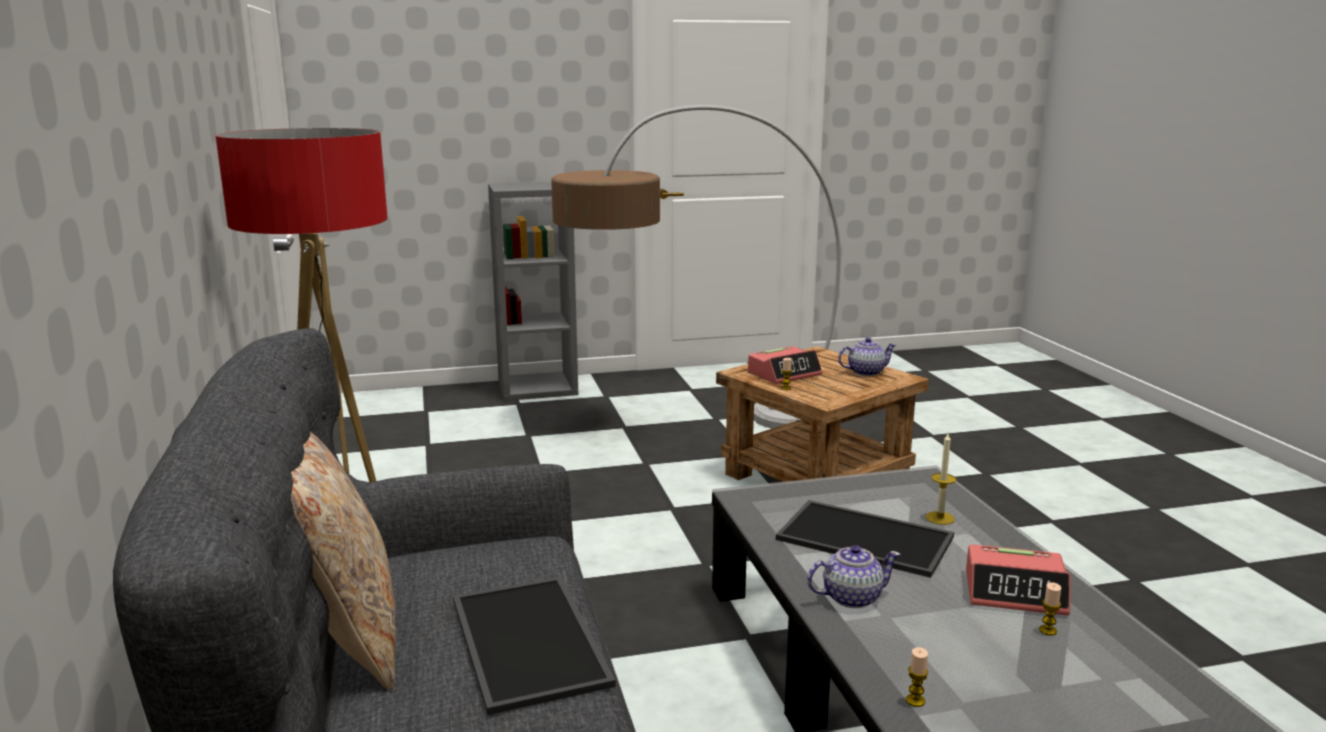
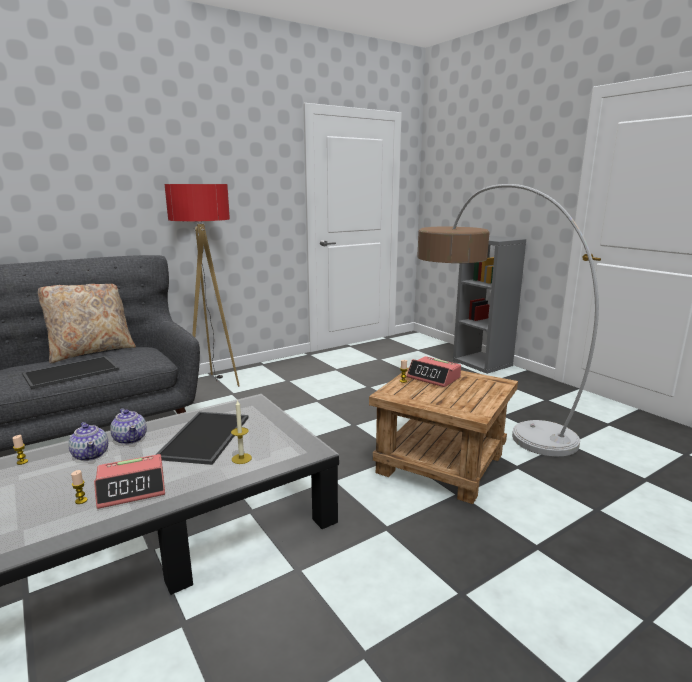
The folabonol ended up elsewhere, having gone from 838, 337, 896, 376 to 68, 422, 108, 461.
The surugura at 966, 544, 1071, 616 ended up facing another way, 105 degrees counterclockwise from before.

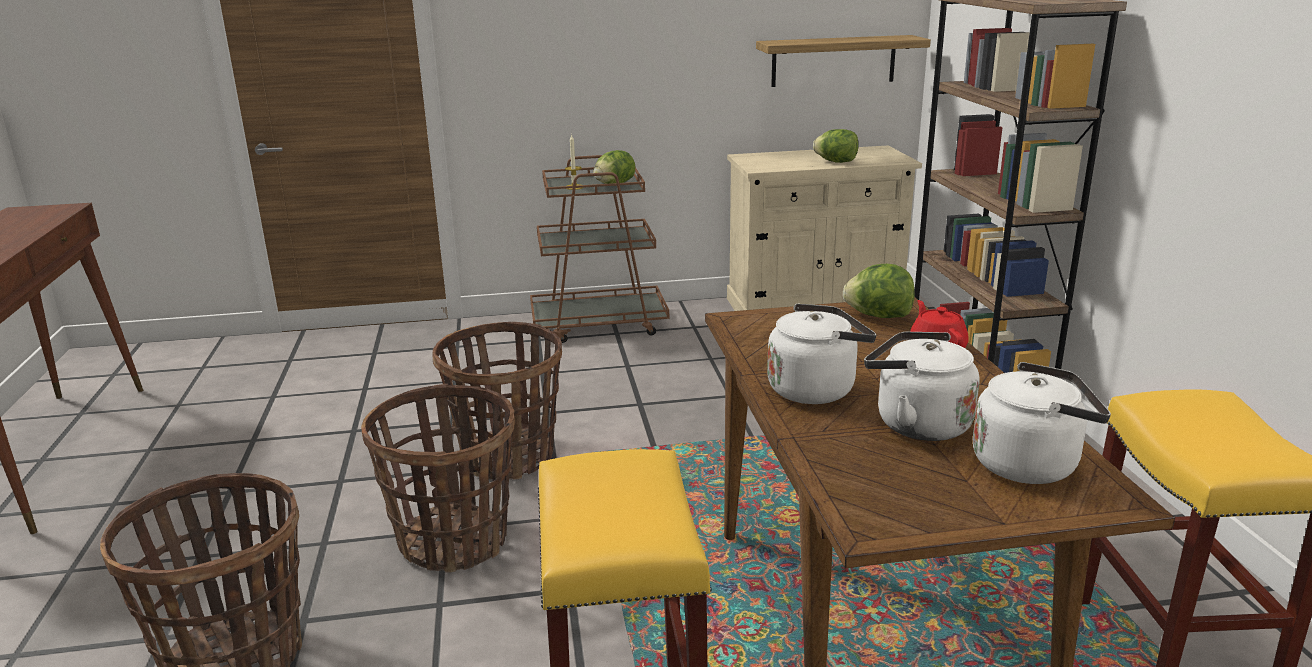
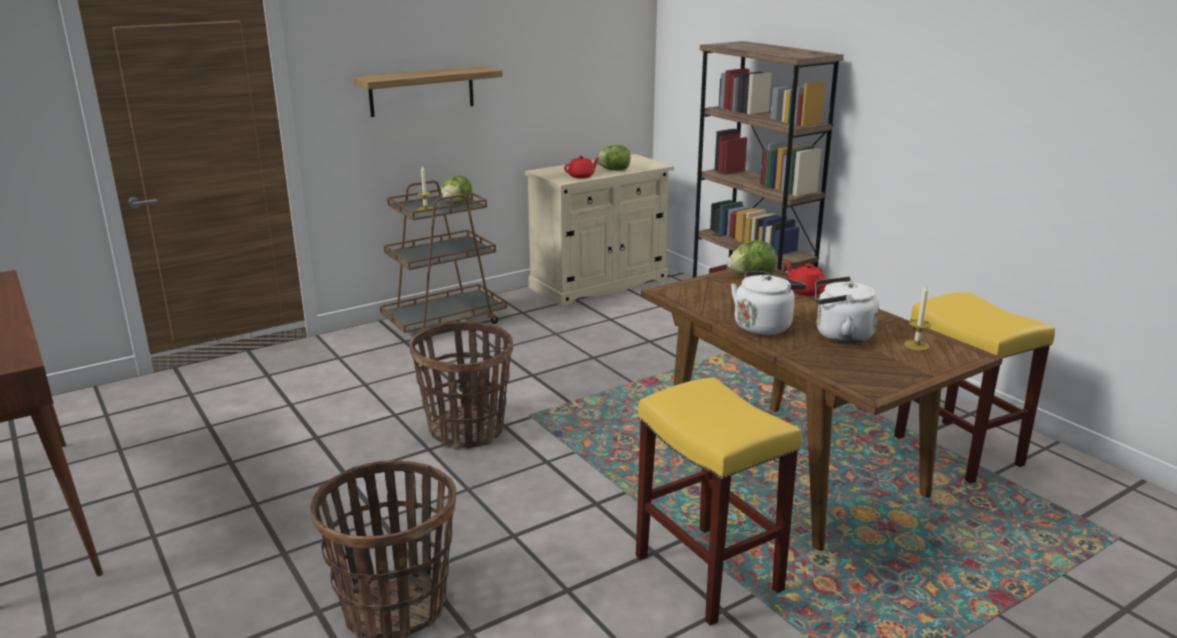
The second view lost the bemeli at 361, 384, 515, 572.
The second view gained the red folabonol at 564, 156, 600, 178.
The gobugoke ended up elsewhere, having gone from 756, 35, 931, 87 to 353, 66, 503, 117.
Where the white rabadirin stood at 973, 362, 1111, 484, the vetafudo came to stand at 904, 286, 931, 351.

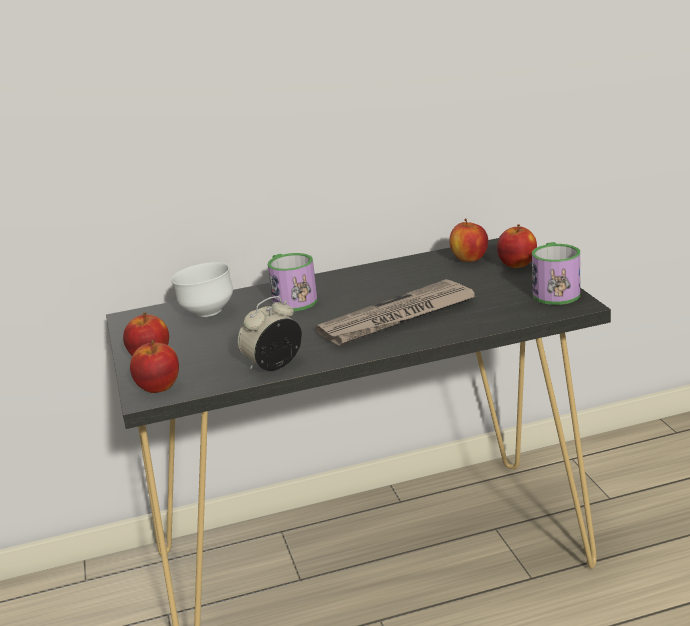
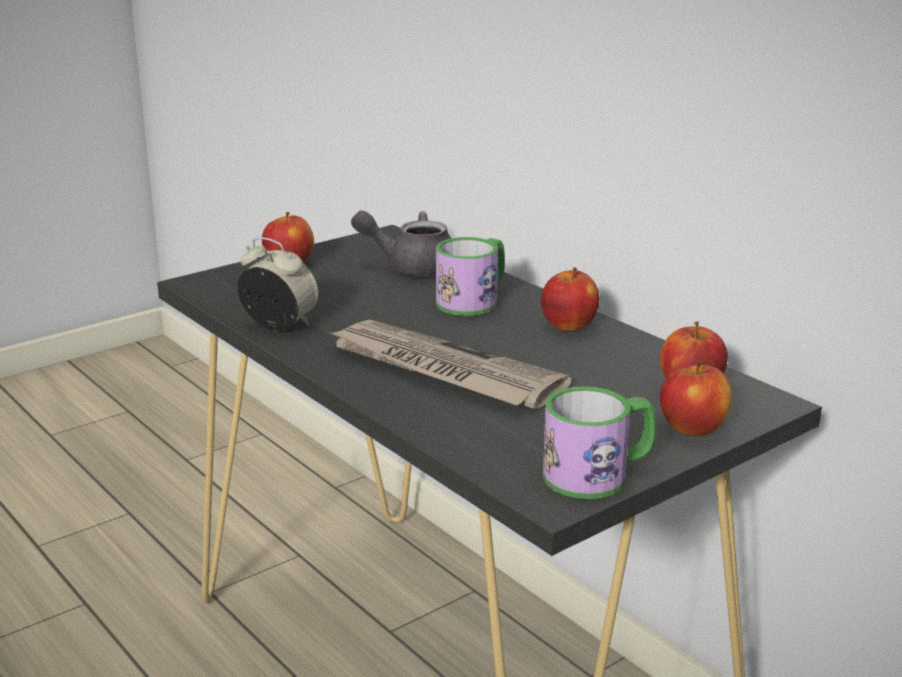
The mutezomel ended up elsewhere, having gone from 130, 340, 179, 393 to 541, 267, 600, 331.
Where the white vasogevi stood at 171, 262, 233, 317, the grey folabonol came to stand at 351, 210, 451, 276.

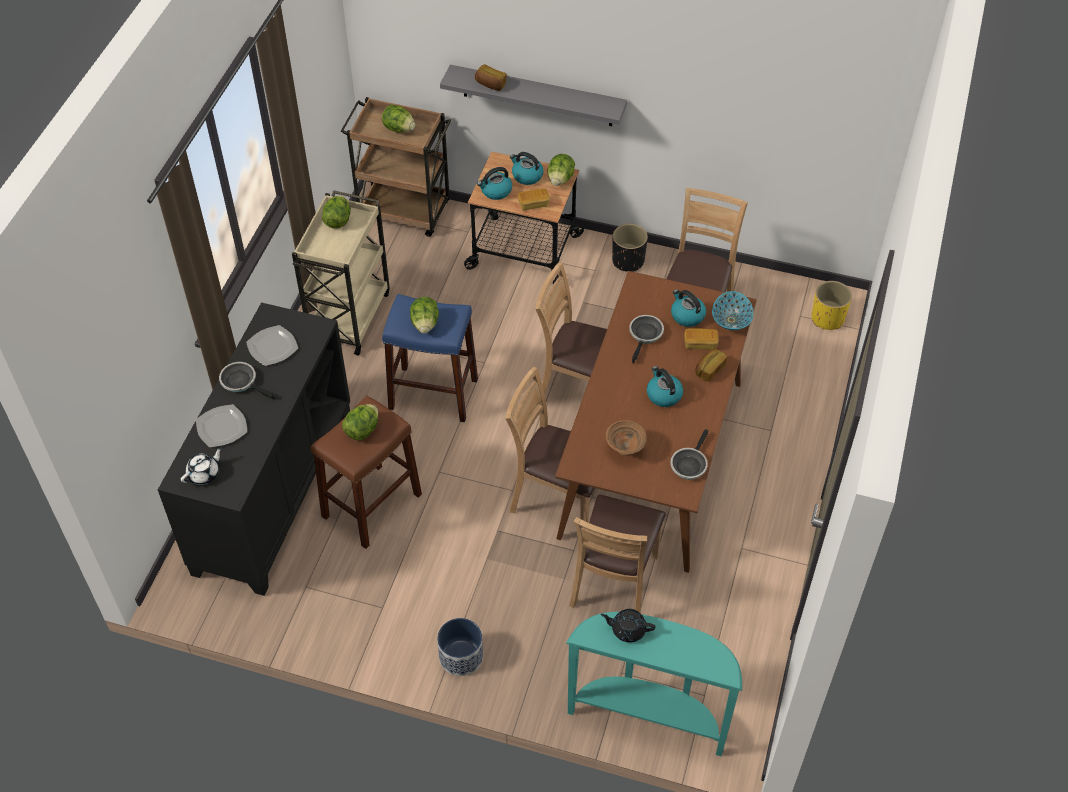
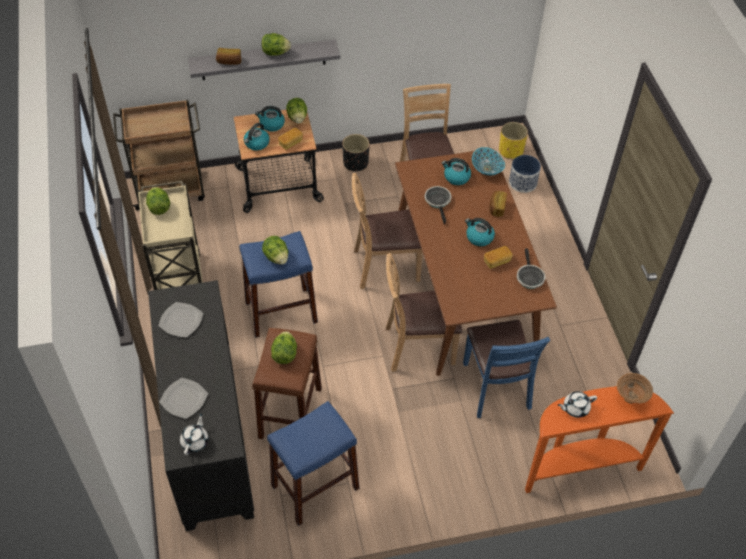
The second view lost the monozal at 219, 362, 275, 399.
The second view gained the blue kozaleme at 267, 401, 360, 526.
The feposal ended up elsewhere, having gone from 382, 105, 415, 133 to 261, 33, 291, 55.
The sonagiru ended up elsewhere, having gone from 437, 618, 483, 676 to 509, 155, 541, 193.
The brown vasogevi ended up elsewhere, having gone from 606, 420, 647, 456 to 617, 373, 653, 404.
The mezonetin ended up elsewhere, having gone from 685, 328, 719, 350 to 484, 246, 513, 269.
What was the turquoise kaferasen at 566, 612, 742, 756 turned into the orange kaferasen at 525, 386, 674, 493.
What was the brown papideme at 569, 494, 665, 613 turned into the blue papideme at 463, 320, 550, 418.
What was the black folabonol at 601, 609, 655, 643 turned into the white folabonol at 558, 391, 597, 418.

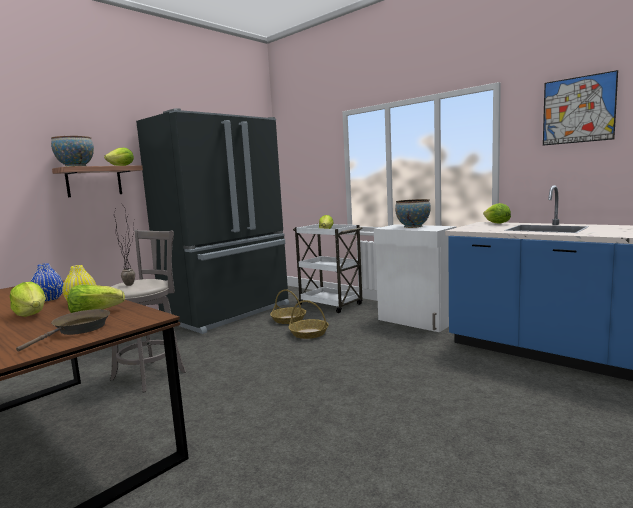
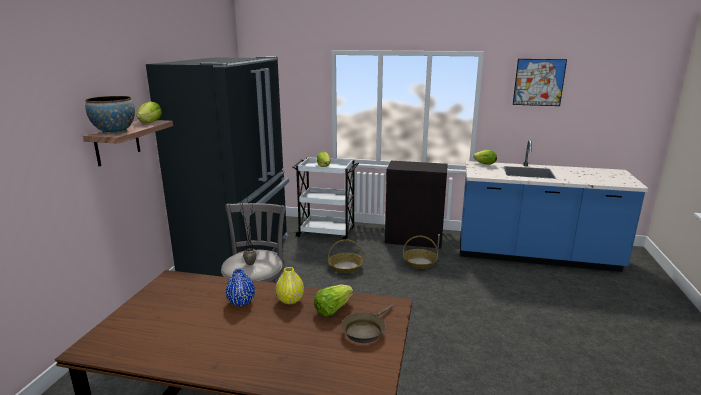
The second view lost the feposal at 10, 282, 46, 317.
The second view lost the vasogevi at 395, 199, 431, 228.
The bemeli ended up elsewhere, having gone from 270, 289, 306, 324 to 403, 236, 438, 269.
What was the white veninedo at 374, 224, 456, 332 turned into the black veninedo at 385, 161, 448, 249.
The brown monozal at 16, 309, 110, 352 ended up facing another way, 135 degrees counterclockwise from before.

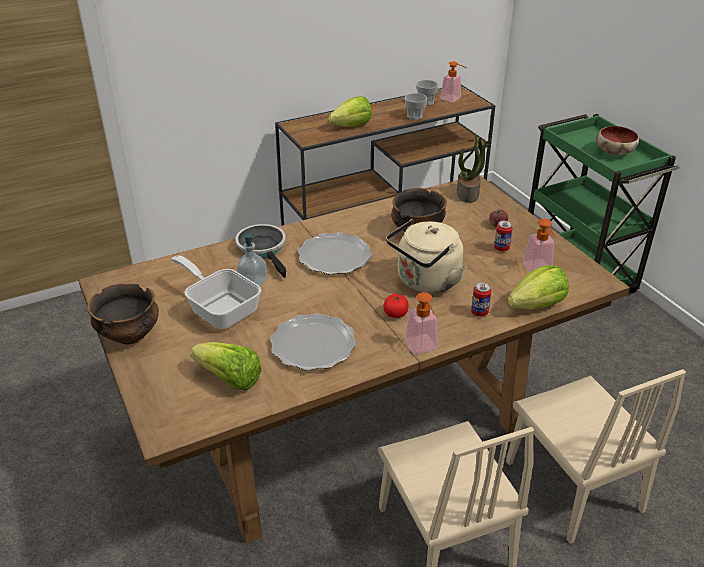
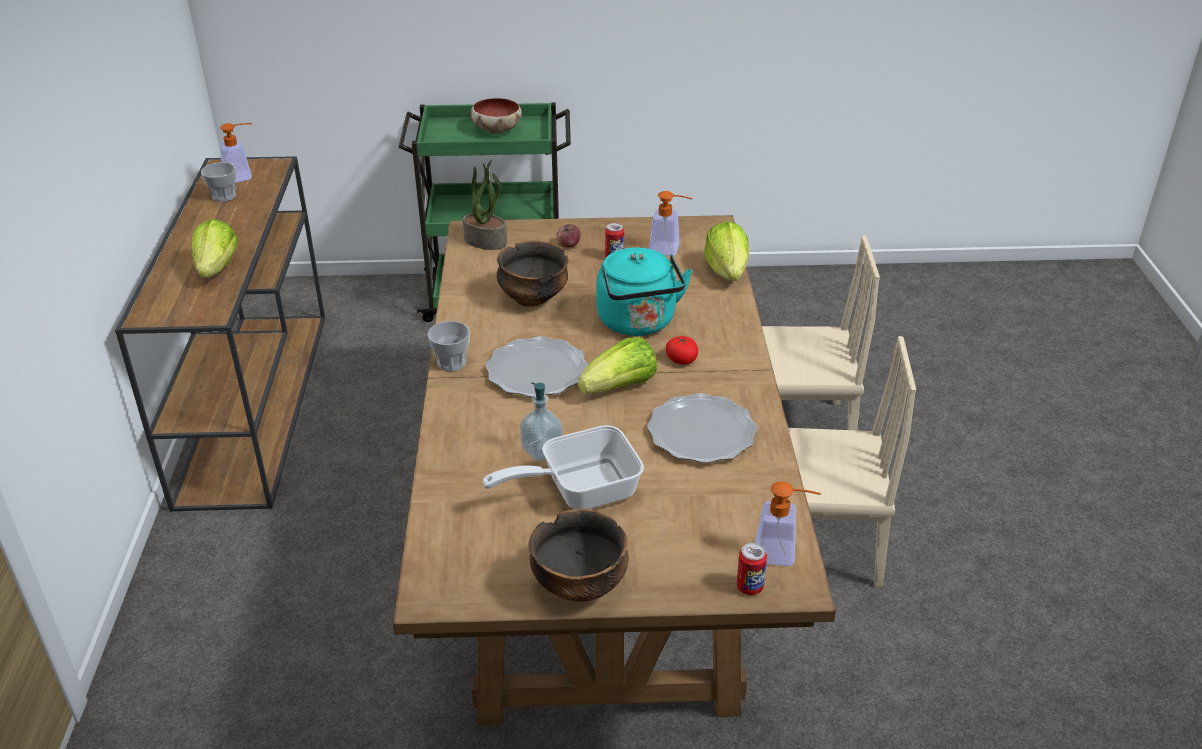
The second view lost the monozal at 235, 224, 286, 278.
The feposal ended up elsewhere, having gone from 190, 342, 262, 390 to 578, 337, 657, 394.
The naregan ended up elsewhere, having gone from 405, 93, 427, 120 to 427, 321, 470, 371.
The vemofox ended up elsewhere, having gone from 405, 292, 437, 354 to 756, 482, 821, 566.
The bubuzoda ended up elsewhere, having gone from 471, 282, 491, 317 to 736, 543, 767, 595.
What was the beige rabadirin at 386, 219, 466, 293 turned into the turquoise rabadirin at 596, 247, 692, 336.

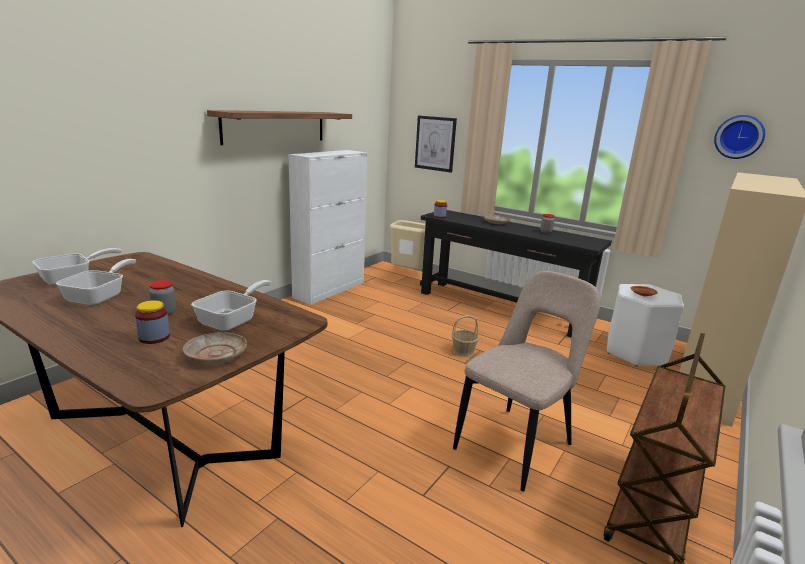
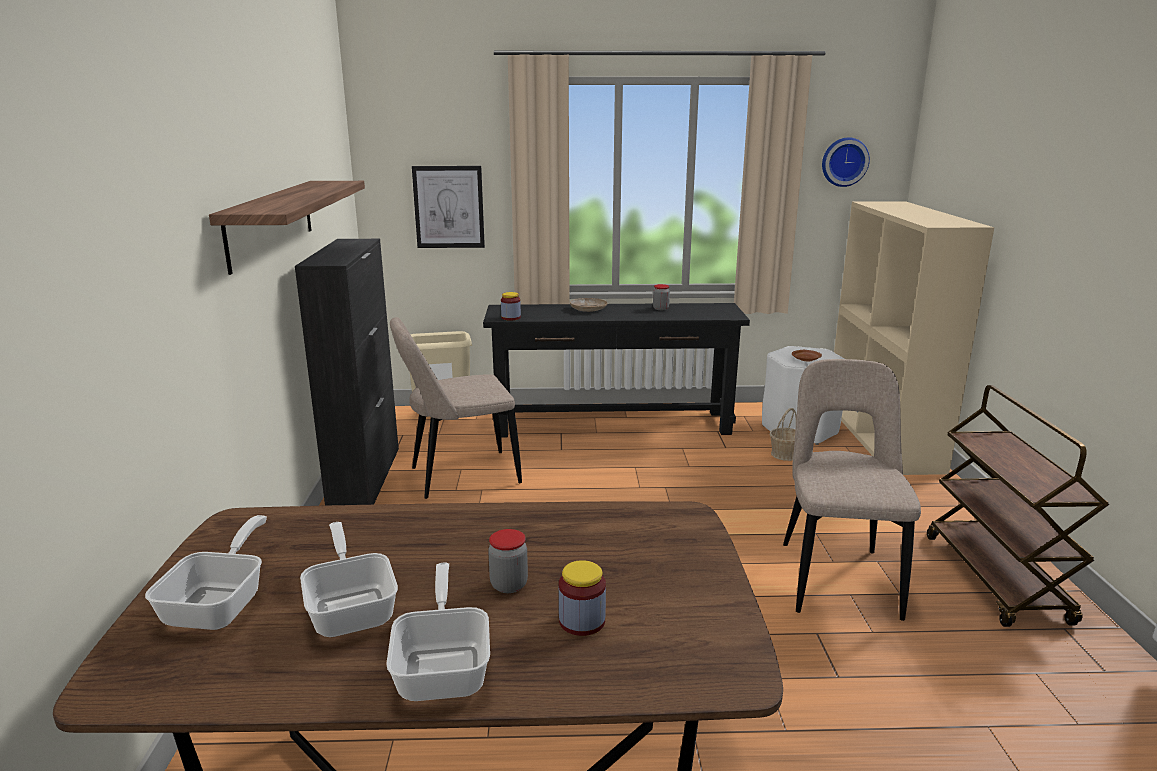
The second view lost the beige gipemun at 183, 332, 247, 364.
The second view gained the beige papideme at 390, 317, 522, 499.
The monozal ended up elsewhere, having gone from 191, 280, 272, 331 to 386, 562, 490, 701.
The bemeli ended up elsewhere, having gone from 452, 315, 479, 357 to 770, 408, 797, 461.
What was the white veninedo at 288, 150, 367, 305 turned into the black veninedo at 295, 239, 399, 506.

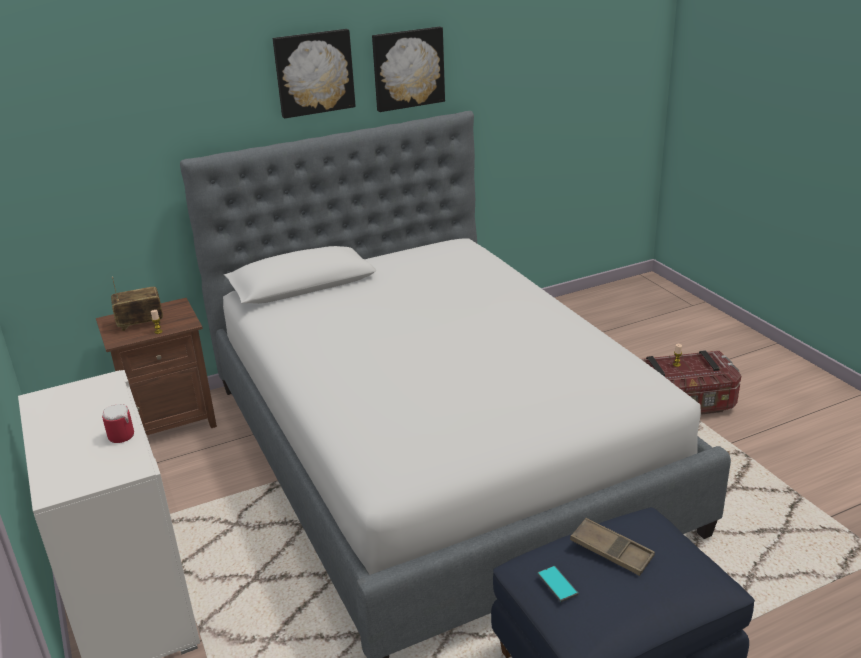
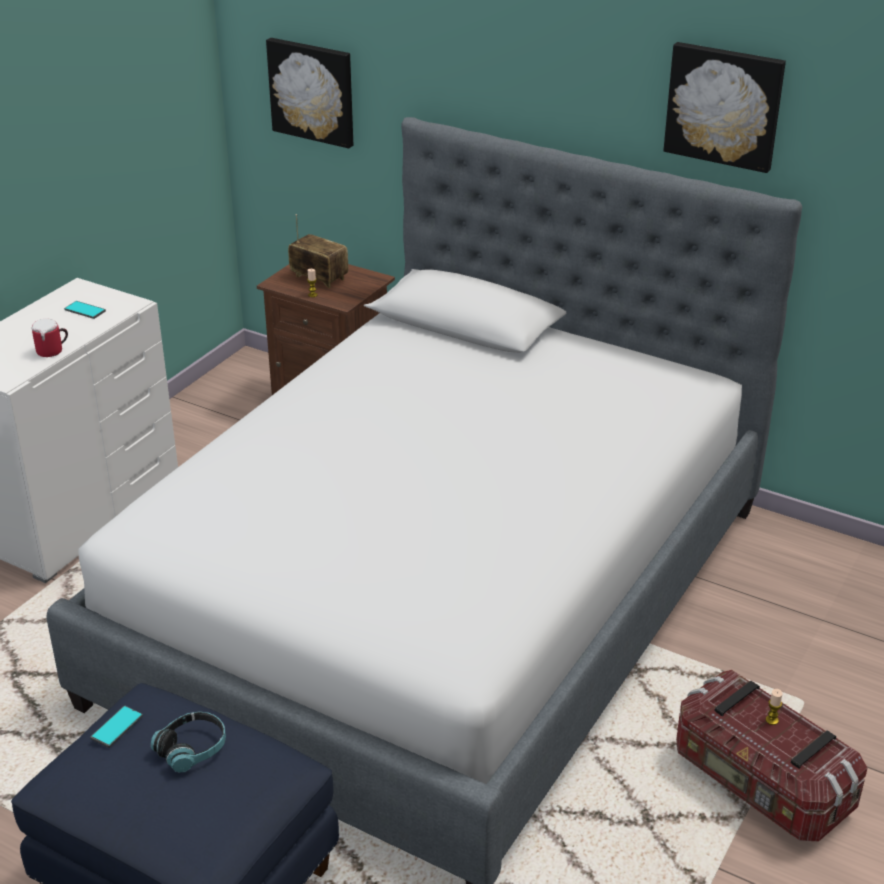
The second view gained the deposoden at 64, 301, 106, 319.
The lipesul ended up elsewhere, having gone from 273, 29, 356, 119 to 266, 38, 353, 148.
Where the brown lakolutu stood at 570, 518, 655, 576, the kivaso came to stand at 151, 711, 226, 773.

